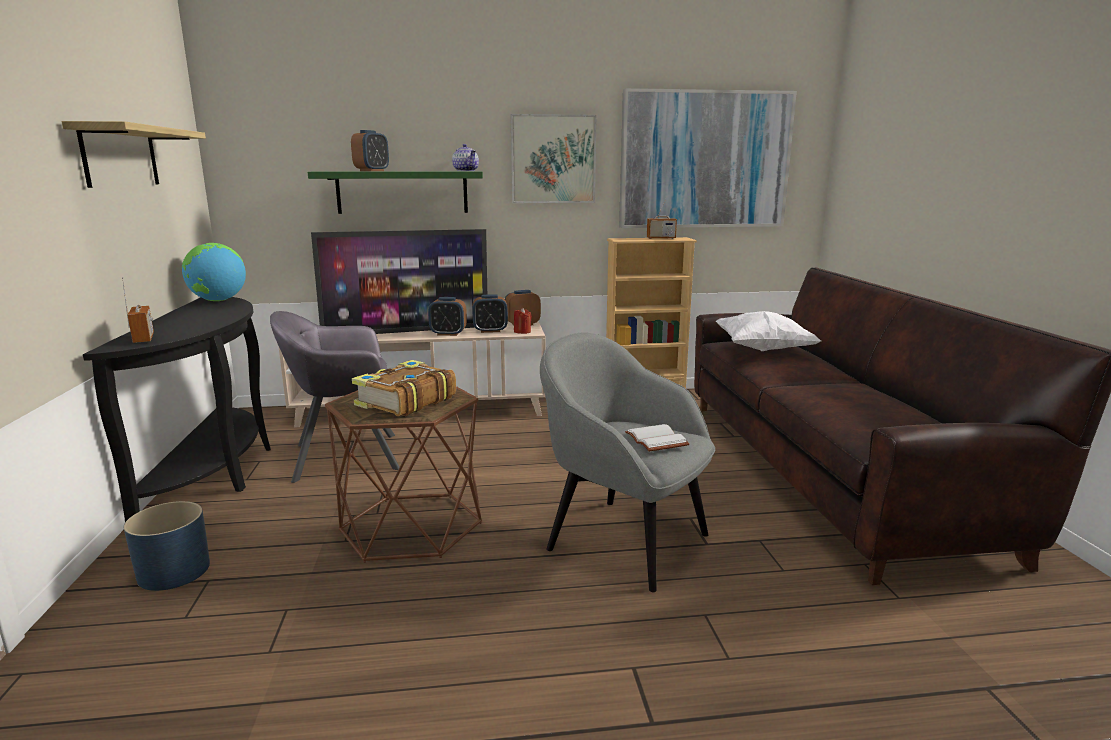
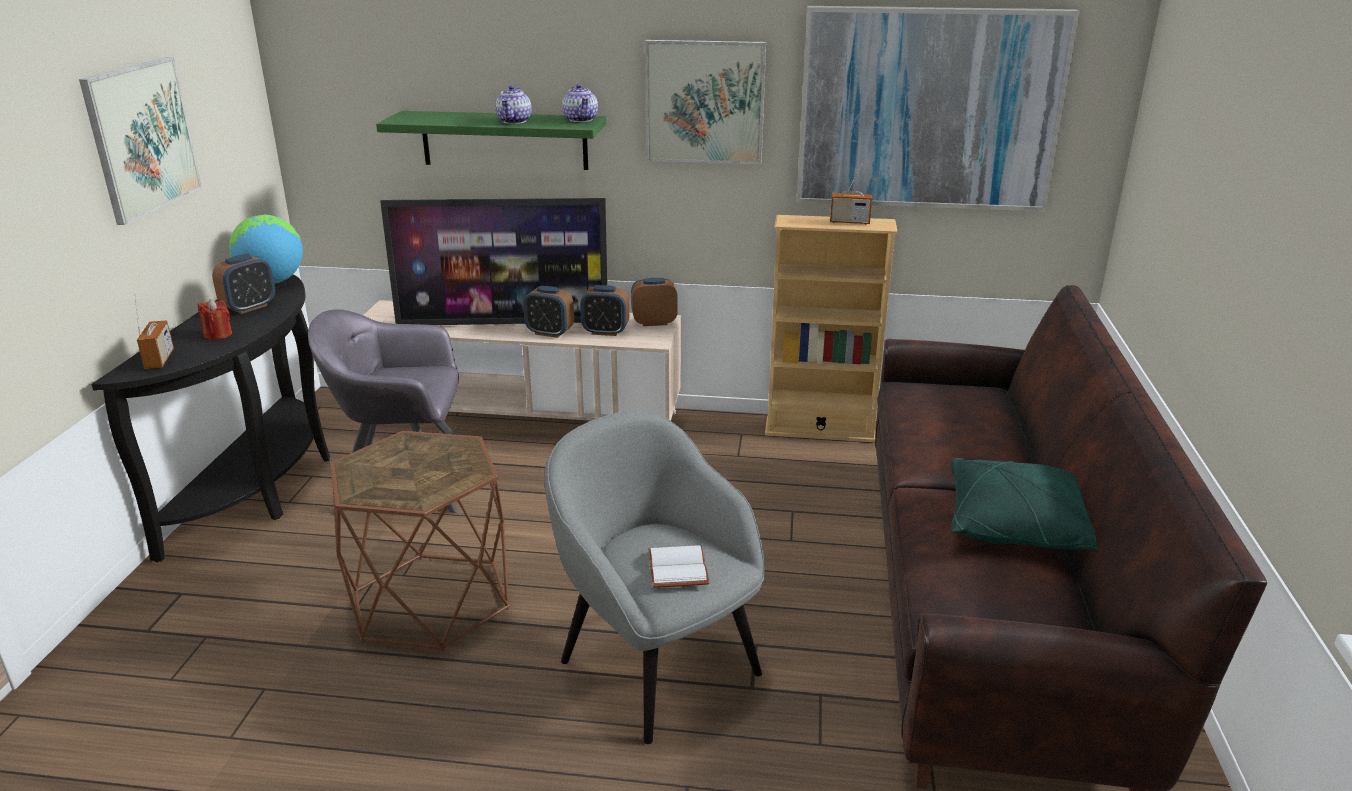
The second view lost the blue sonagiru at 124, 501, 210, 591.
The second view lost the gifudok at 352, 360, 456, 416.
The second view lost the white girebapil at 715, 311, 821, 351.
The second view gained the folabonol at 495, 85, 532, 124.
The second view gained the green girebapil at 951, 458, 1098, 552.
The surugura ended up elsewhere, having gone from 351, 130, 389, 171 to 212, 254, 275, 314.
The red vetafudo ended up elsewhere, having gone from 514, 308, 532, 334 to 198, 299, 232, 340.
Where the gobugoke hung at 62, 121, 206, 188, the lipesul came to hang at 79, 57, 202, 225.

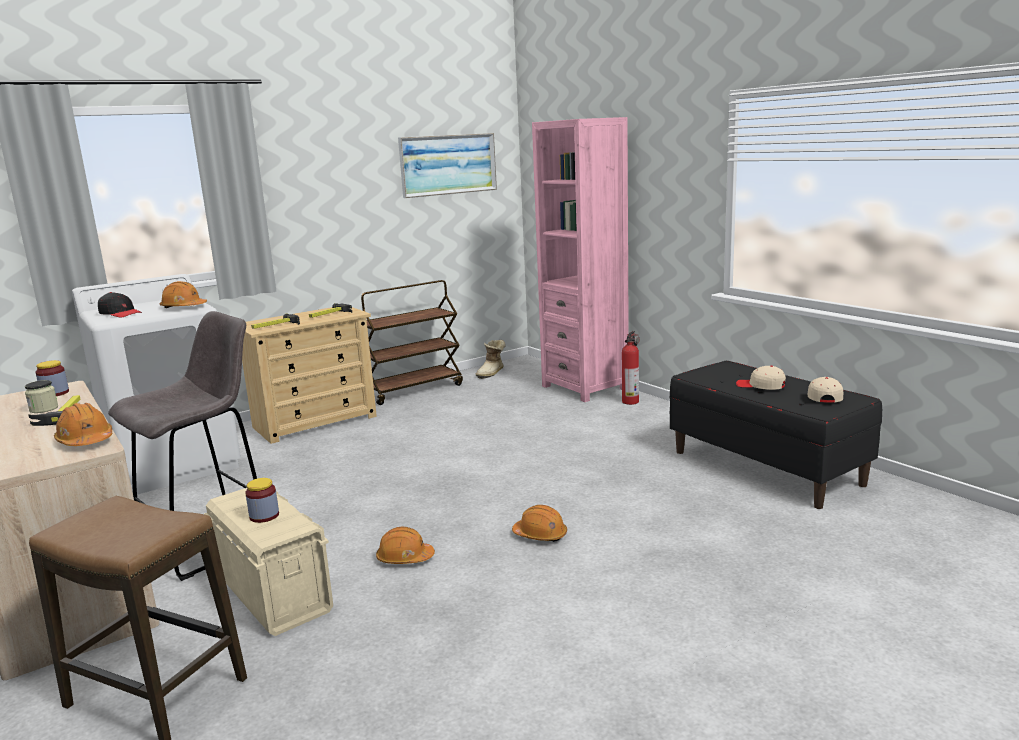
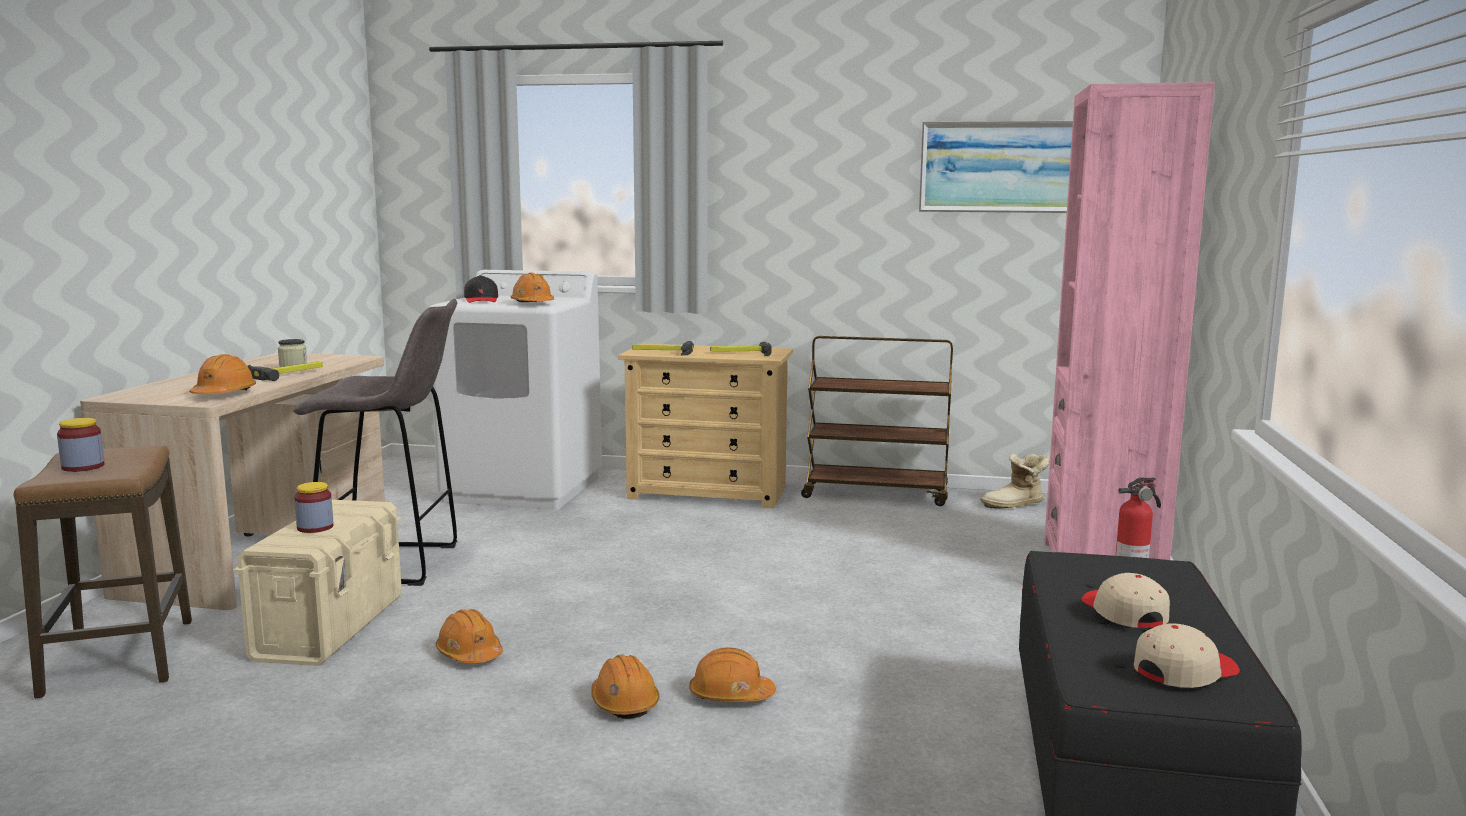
The second view gained the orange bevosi at 689, 647, 776, 702.
The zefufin ended up elsewhere, having gone from 35, 360, 69, 396 to 57, 418, 105, 472.

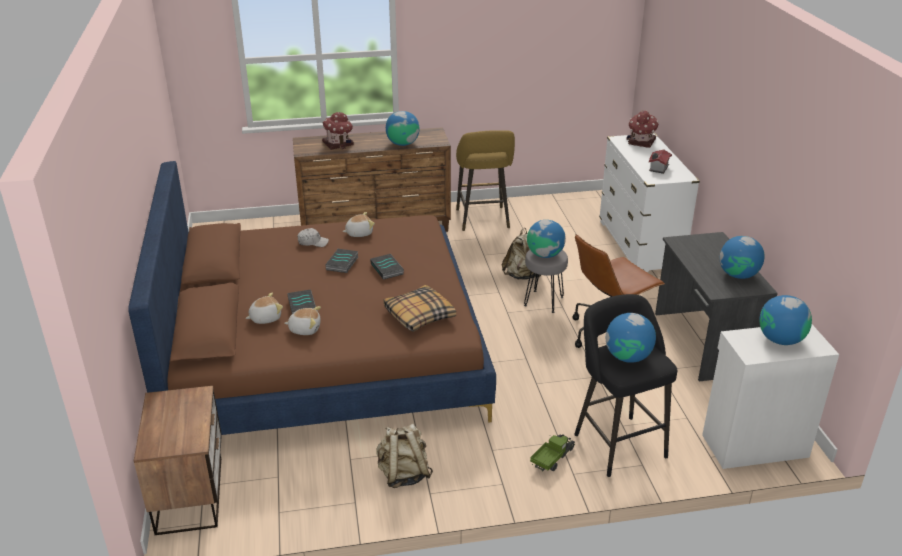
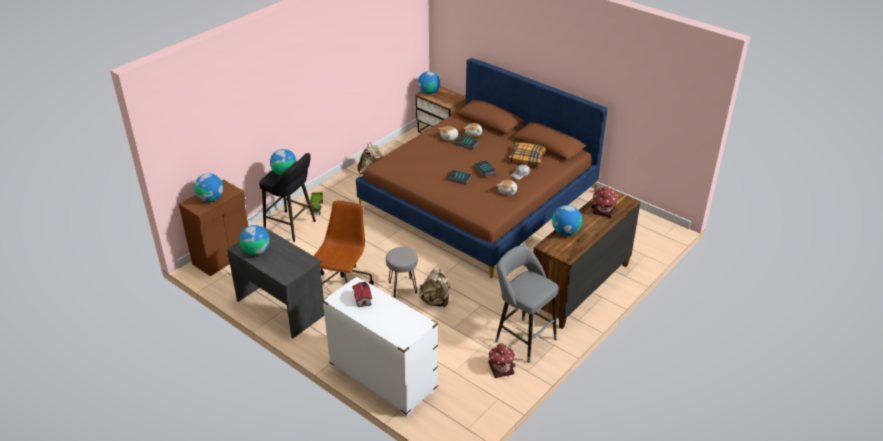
The girebapil ended up elsewhere, having gone from 383, 285, 456, 332 to 508, 142, 546, 165.
The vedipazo ended up elsewhere, having gone from 527, 220, 566, 258 to 418, 71, 440, 94.
The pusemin ended up elsewhere, having gone from 626, 110, 658, 148 to 488, 343, 516, 378.
What was the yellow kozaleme at 456, 130, 515, 231 turned into the grey kozaleme at 495, 245, 559, 363.
What was the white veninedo at 702, 325, 839, 469 turned into the brown veninedo at 179, 179, 248, 276.

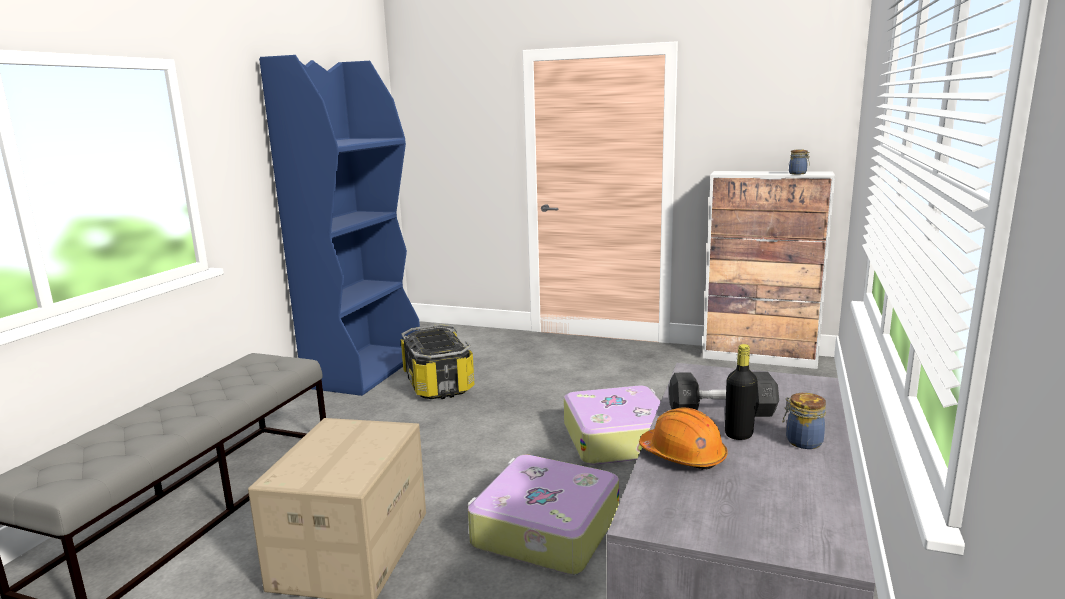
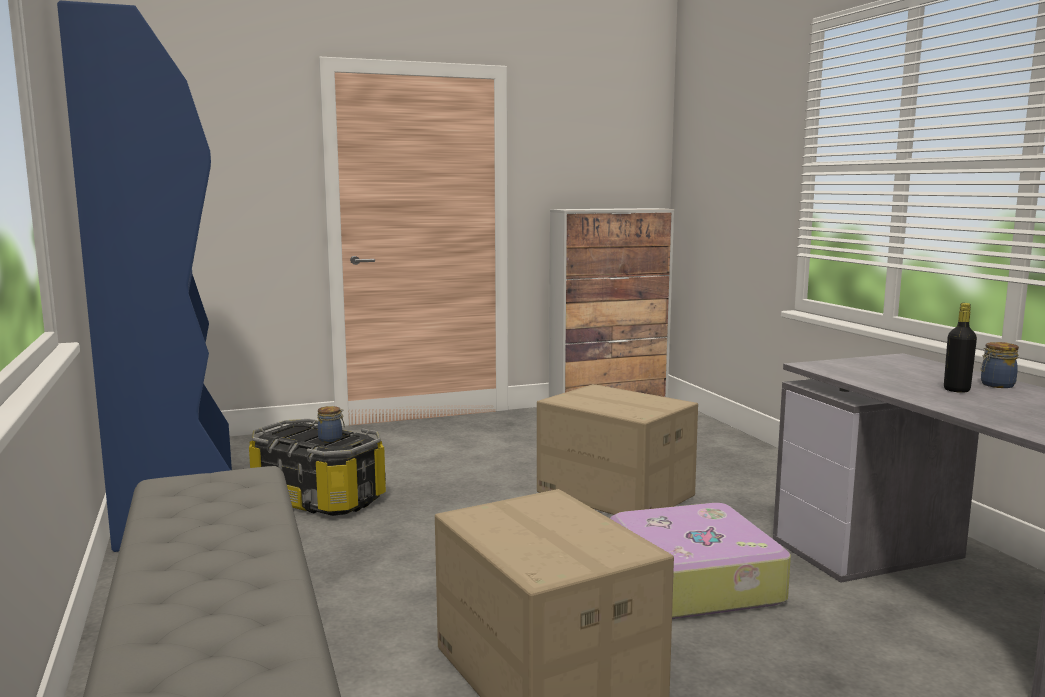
The second view lost the orange bevosi at 639, 407, 727, 470.
The second view lost the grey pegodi at 669, 372, 779, 417.
The zefufin ended up elsewhere, having gone from 789, 149, 810, 174 to 318, 406, 345, 443.
Where the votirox stood at 564, 385, 661, 465, the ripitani came to stand at 537, 384, 698, 515.

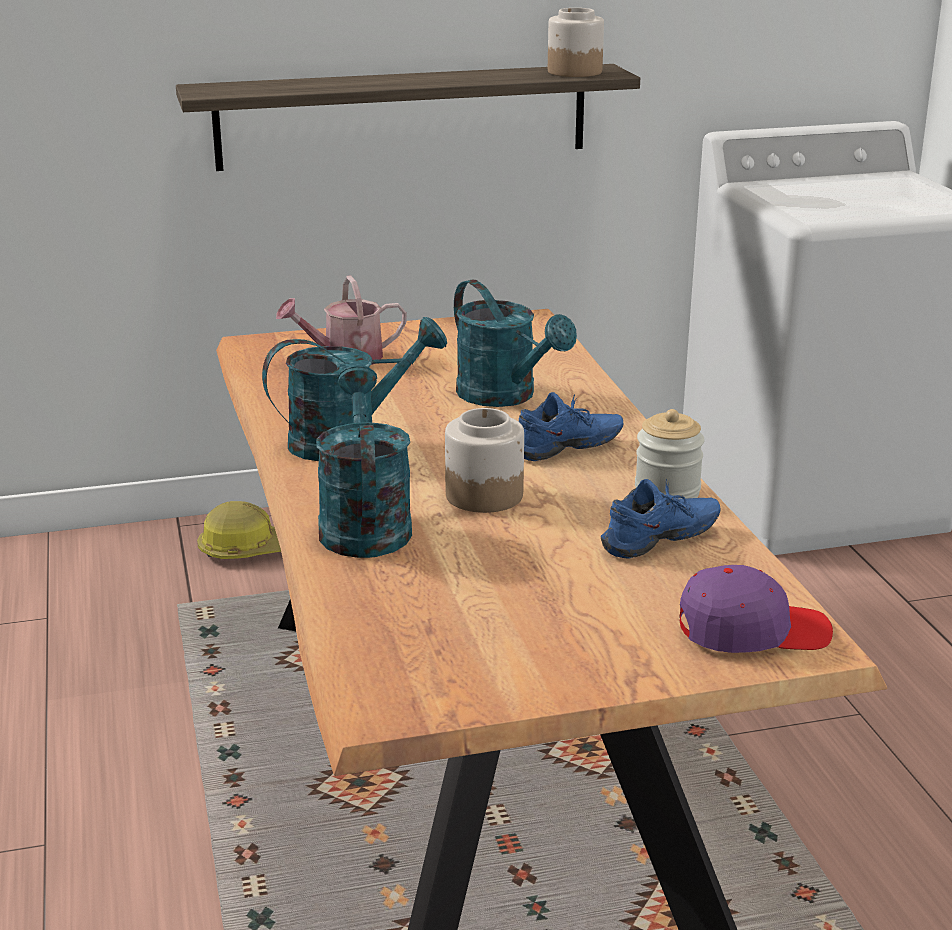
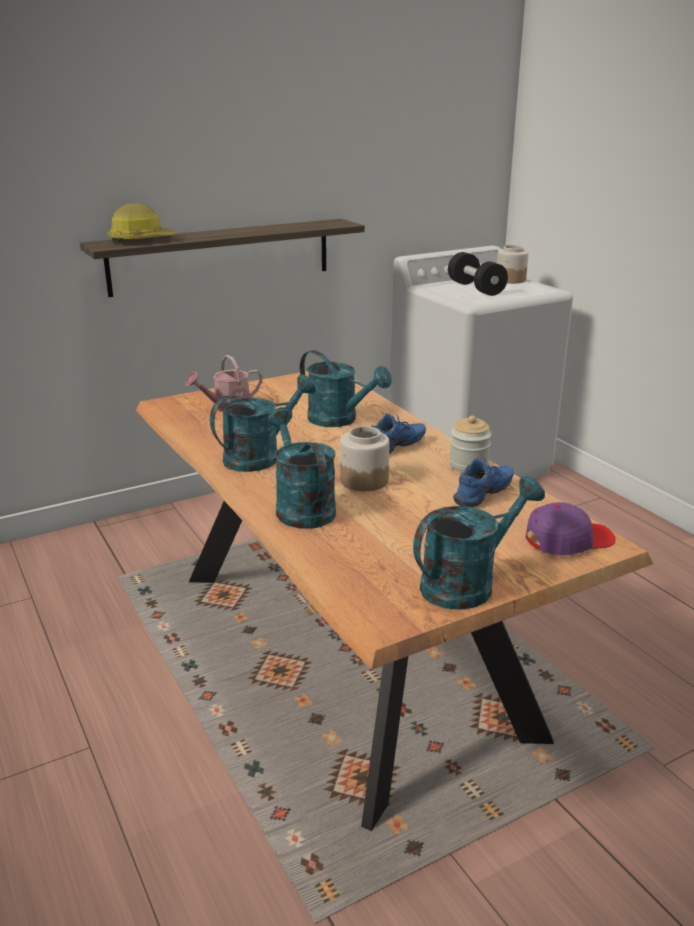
The second view gained the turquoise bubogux at 413, 476, 545, 610.
The second view gained the black pegodi at 448, 252, 508, 296.
The bevosi ended up elsewhere, having gone from 197, 501, 281, 559 to 107, 203, 176, 243.
The zefufin ended up elsewhere, having gone from 548, 8, 604, 77 to 497, 245, 529, 283.

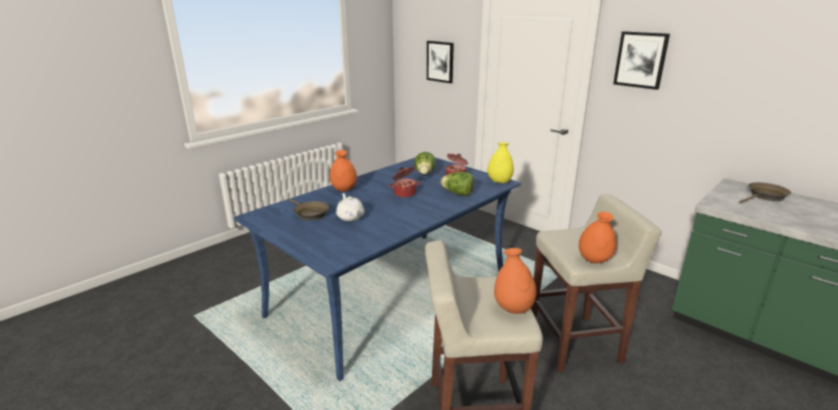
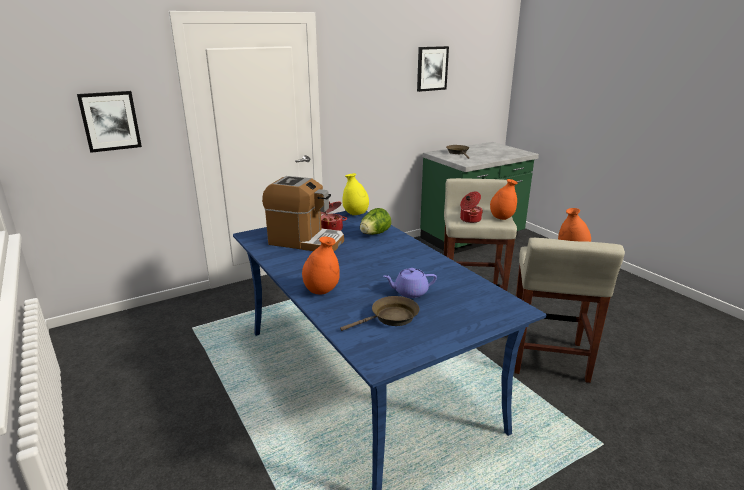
The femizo ended up elsewhere, having gone from 389, 167, 420, 198 to 460, 191, 483, 223.
The lipesul ended up elsewhere, having gone from 613, 31, 670, 90 to 417, 46, 449, 92.
Where the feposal stood at 414, 152, 436, 175, the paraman came to stand at 262, 176, 344, 251.
What was the white folabonol at 336, 193, 364, 221 turned into the purple folabonol at 383, 268, 437, 298.

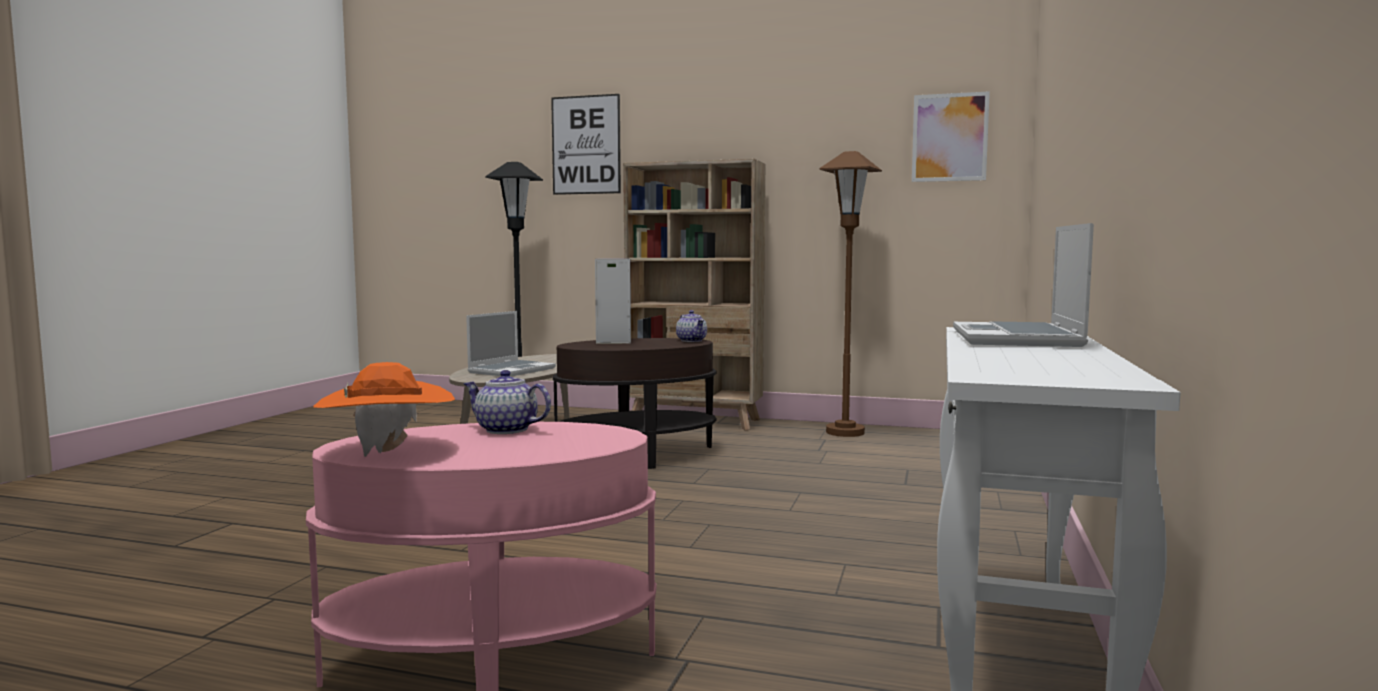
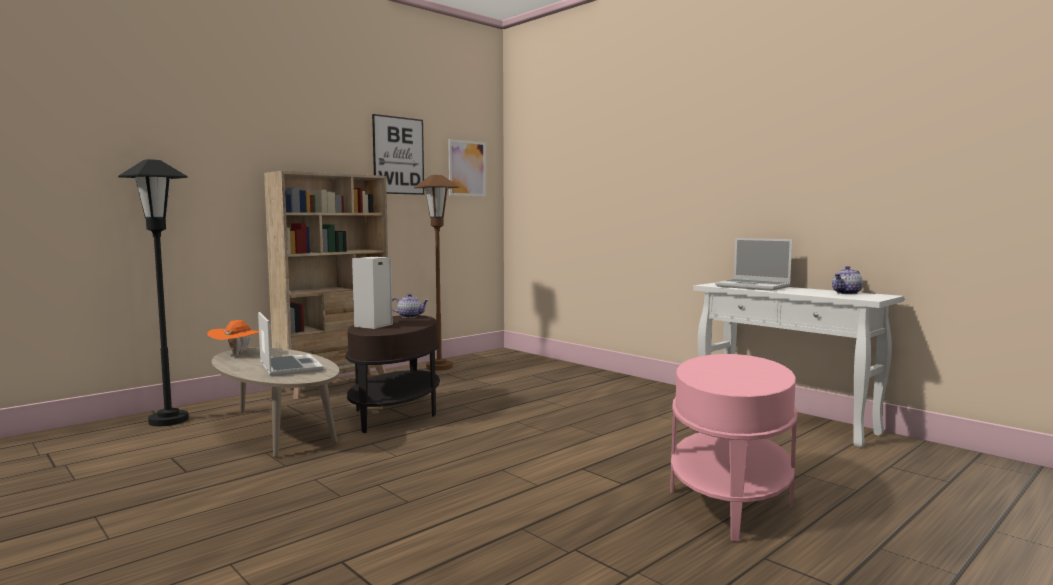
The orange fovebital ended up elsewhere, having gone from 313, 362, 455, 457 to 207, 320, 259, 356.
The folabonol ended up elsewhere, having gone from 463, 370, 551, 434 to 832, 266, 863, 294.
The lipesul ended up elsewhere, having gone from 551, 94, 621, 195 to 372, 114, 424, 195.

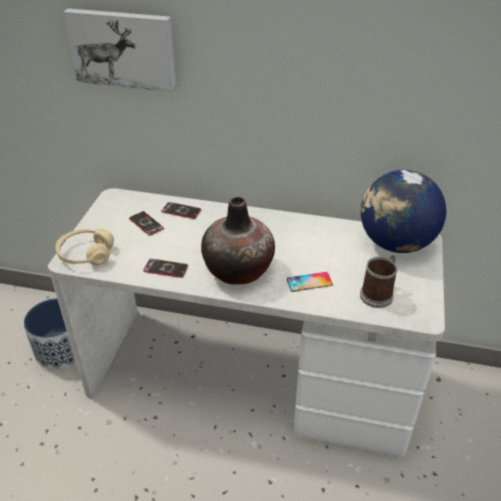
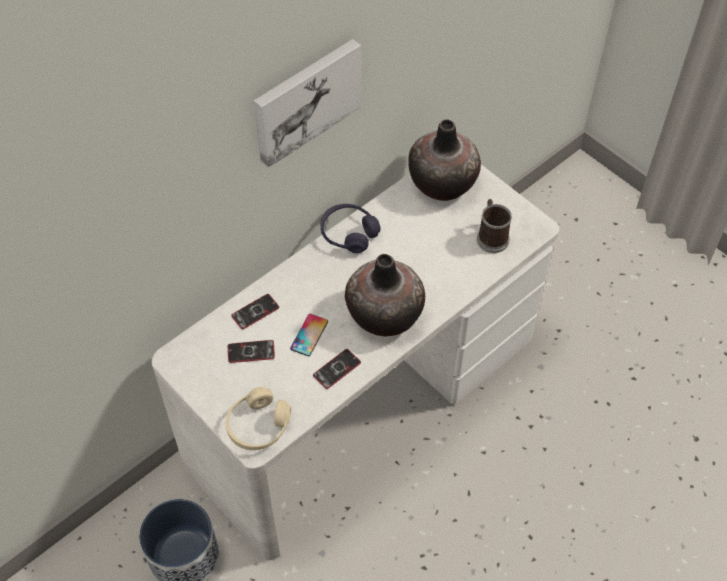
The second view gained the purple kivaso at 321, 204, 381, 253.
The lipesul ended up elsewhere, having gone from 63, 8, 177, 92 to 254, 39, 361, 168.
The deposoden ended up elsewhere, having gone from 287, 272, 333, 292 to 290, 314, 328, 356.
Where the vedipazo stood at 361, 170, 446, 253, the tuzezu came to stand at 408, 119, 481, 201.

